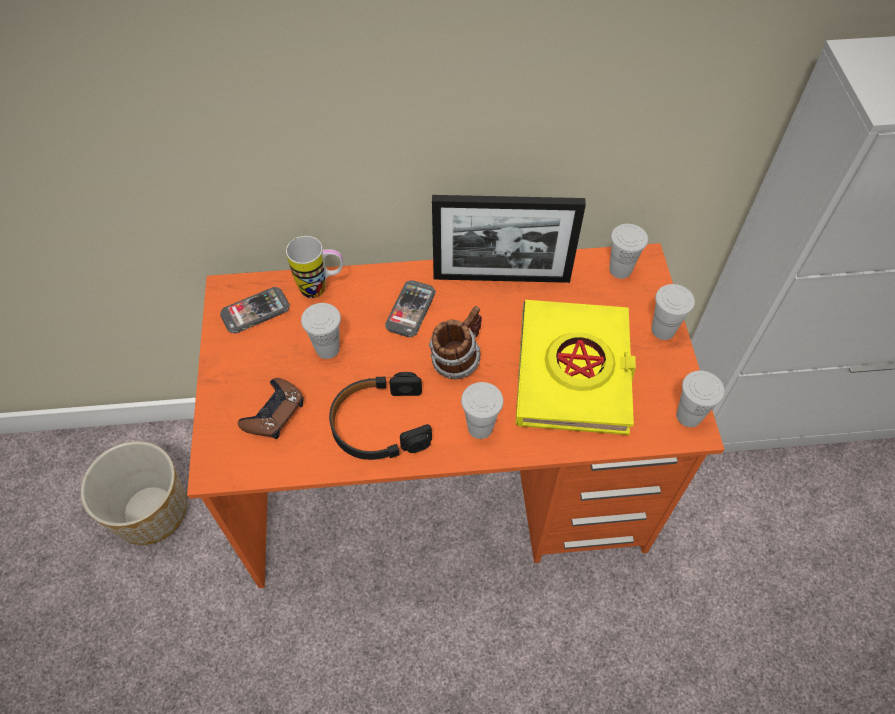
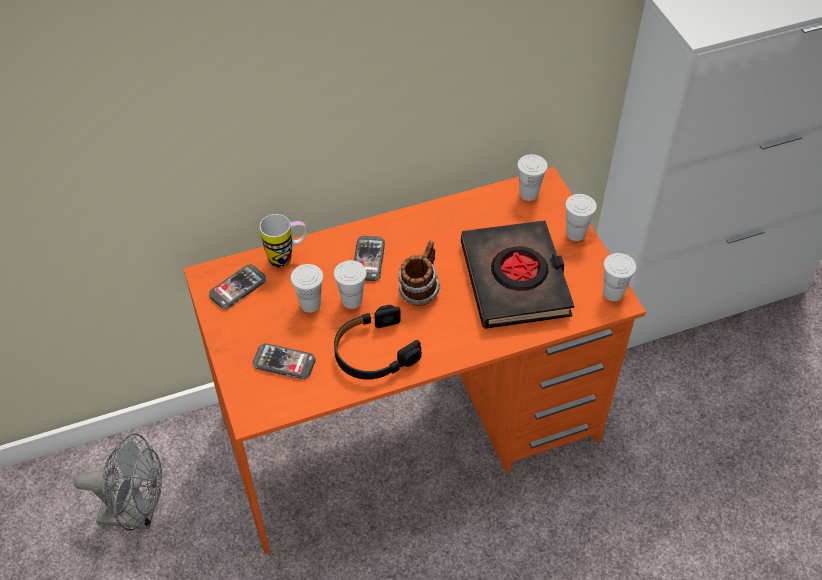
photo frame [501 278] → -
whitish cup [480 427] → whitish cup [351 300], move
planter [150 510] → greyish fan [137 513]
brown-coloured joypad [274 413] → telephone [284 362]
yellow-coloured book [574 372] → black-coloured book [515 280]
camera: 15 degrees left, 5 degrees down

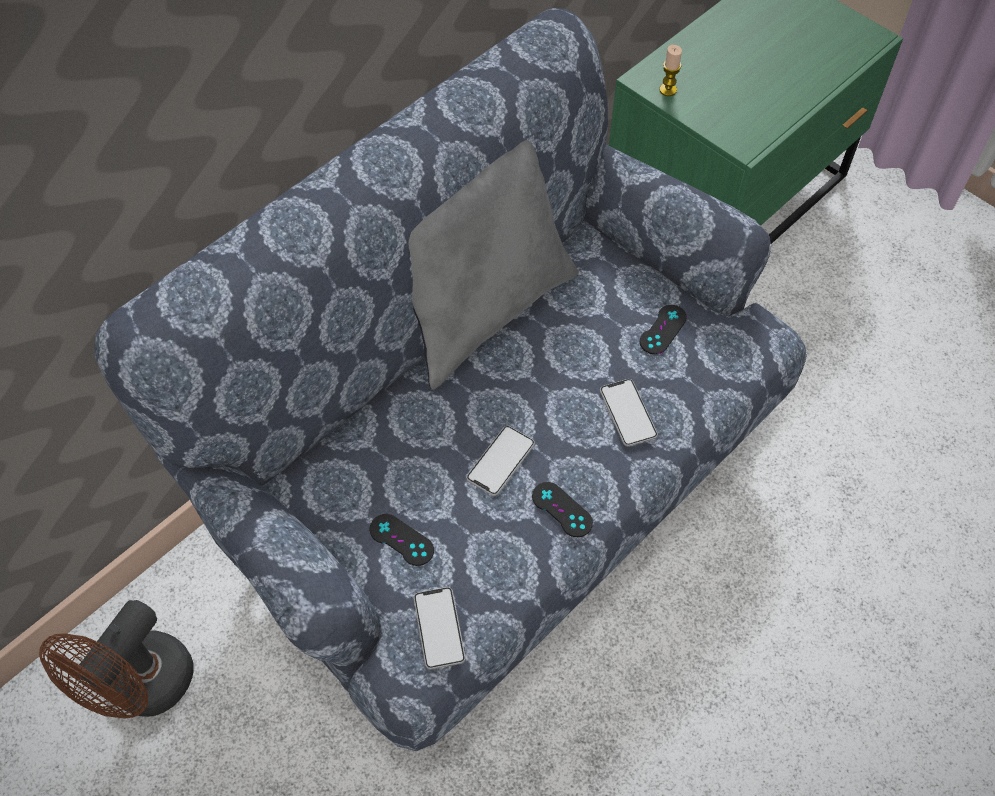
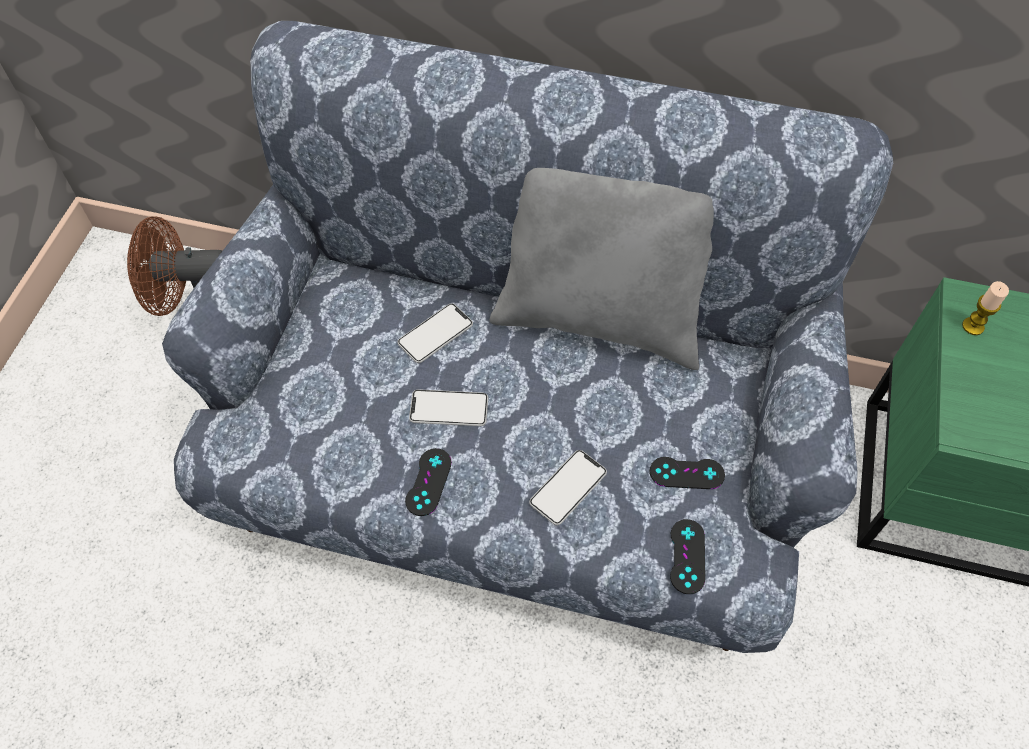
black-coloured joypad [401 540] → black-coloured joypad [687 556], move
telephone [439 628] → telephone [435 334], move
camera: 60 degrees right, 0 degrees up

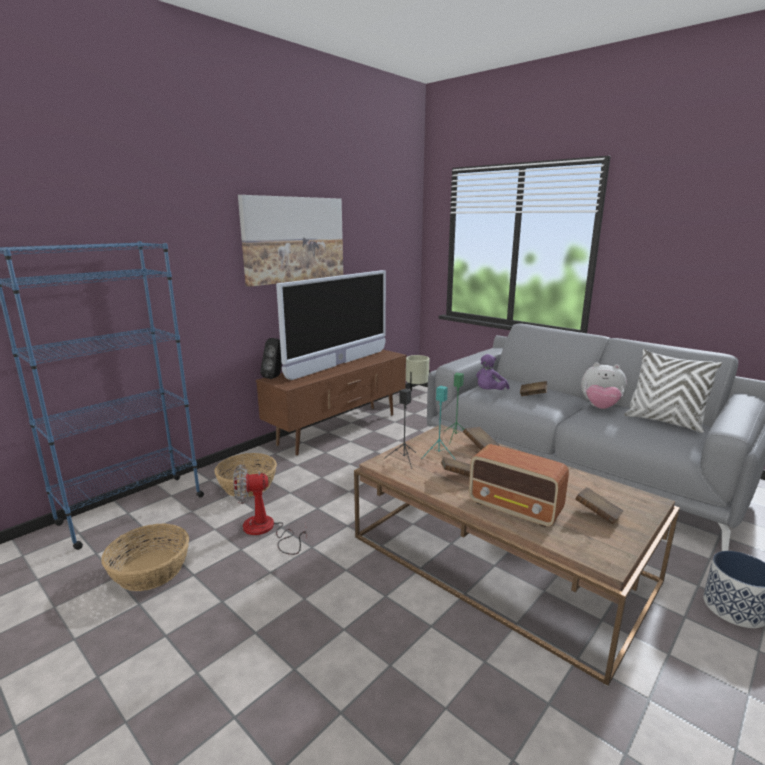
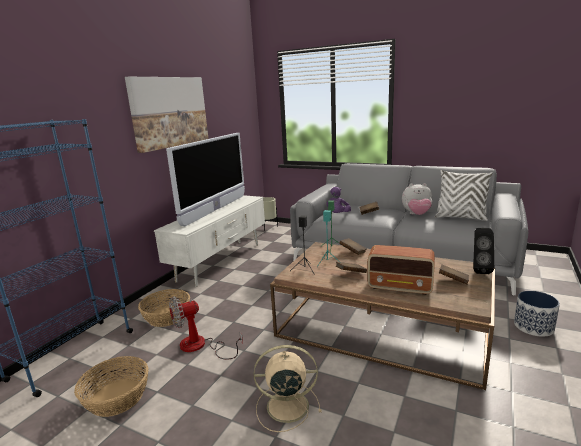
- → beige-coloured fan [285 406]
black-coloured speaker [275 377] → black-coloured speaker [479 270], move
brown-coloured tv stand [339 429] → whitish tv stand [221 262]
camera: 15 degrees left, 0 degrees up

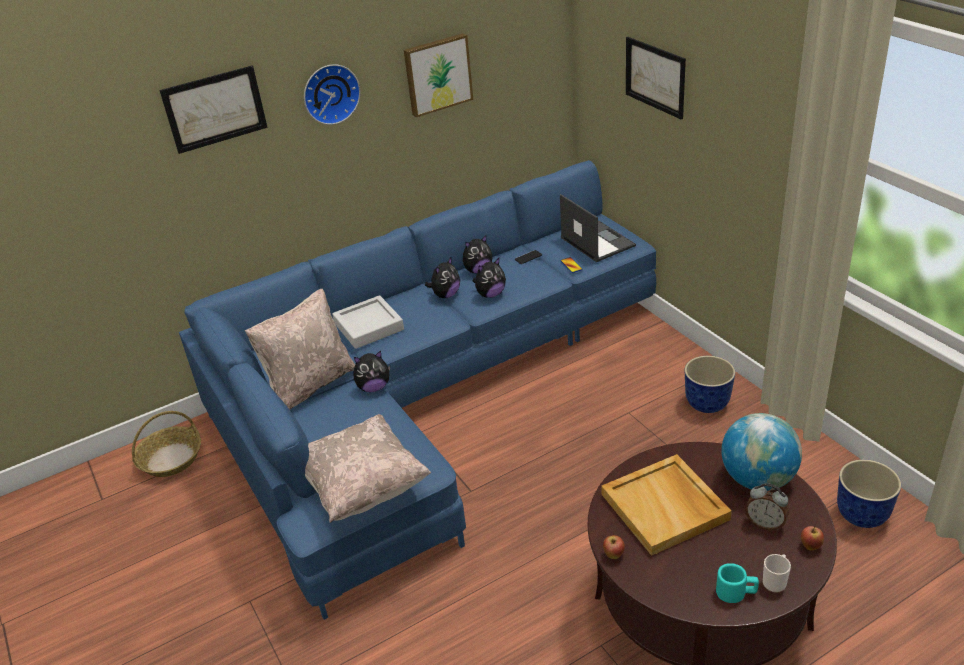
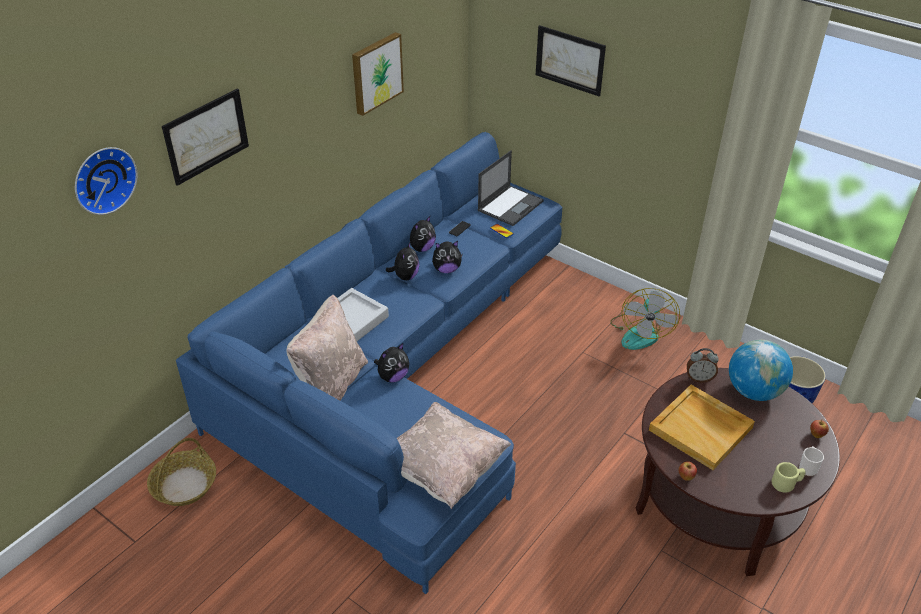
clock on the wall [330 93] → clock on the wall [103 179], move
table clock [765 523] → table clock [699 378], move
planter [708 404] → fan [640 332]
turquoise coffee mug [736 592] → beige-coloured coffee mug [786 483]
cuddly toy [490 294] → cuddly toy [446 269], 45 degrees clockwise
notebook computer [596 241] → notebook computer [510 205], 90 degrees clockwise
camera: 25 degrees left, 5 degrees up

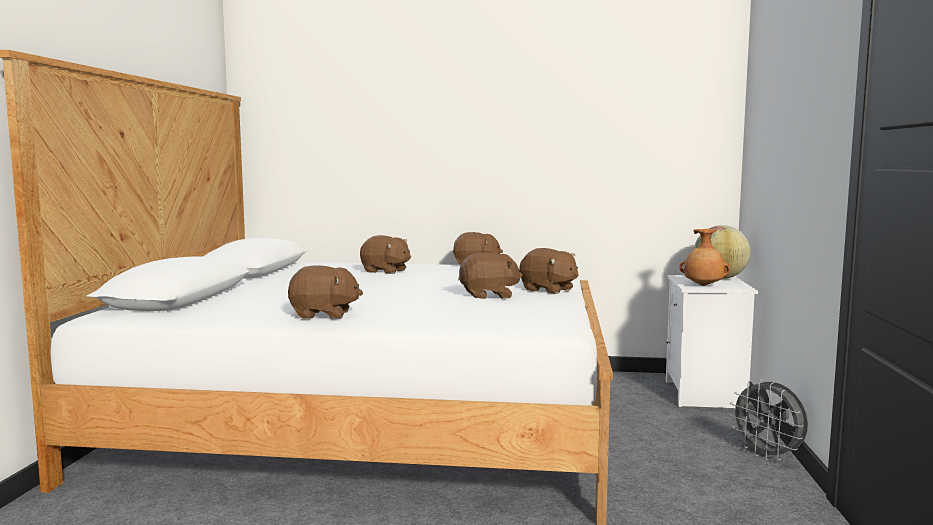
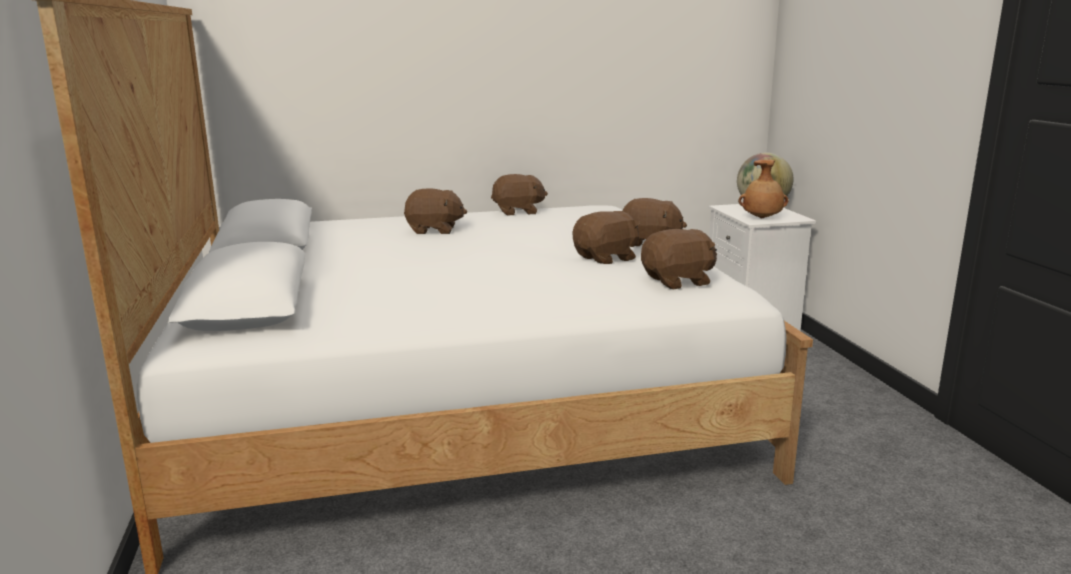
greyish fan [768 456] → -
brown-coloured cuddly toy [324 315] → brown-coloured cuddly toy [678 281], move
camera: 20 degrees left, 10 degrees up

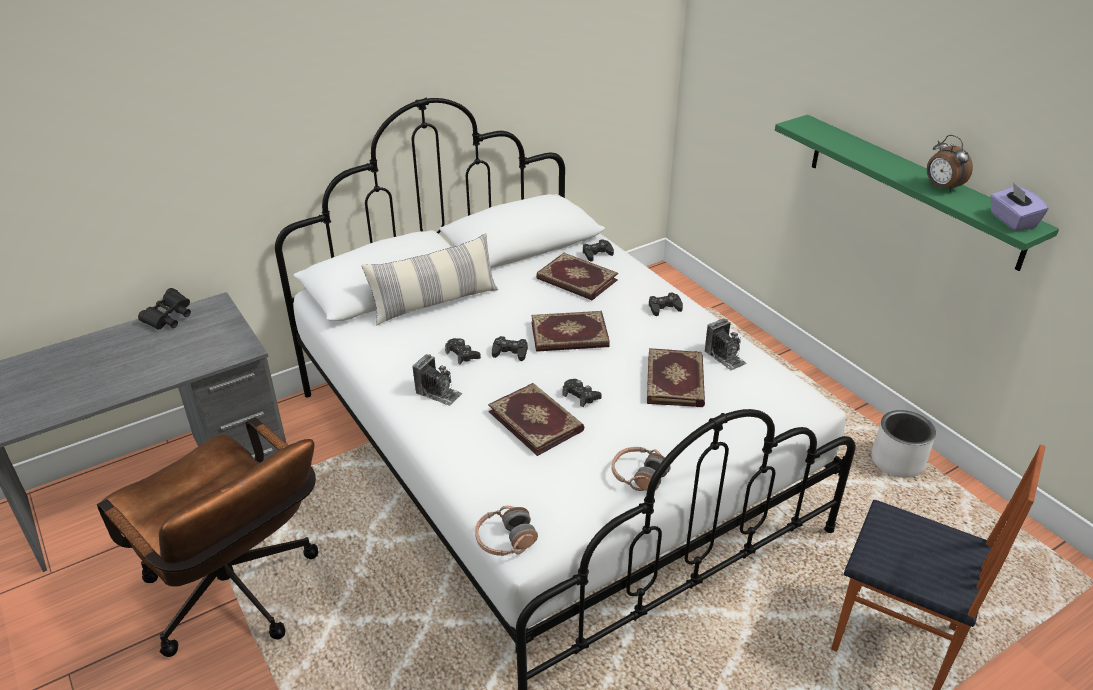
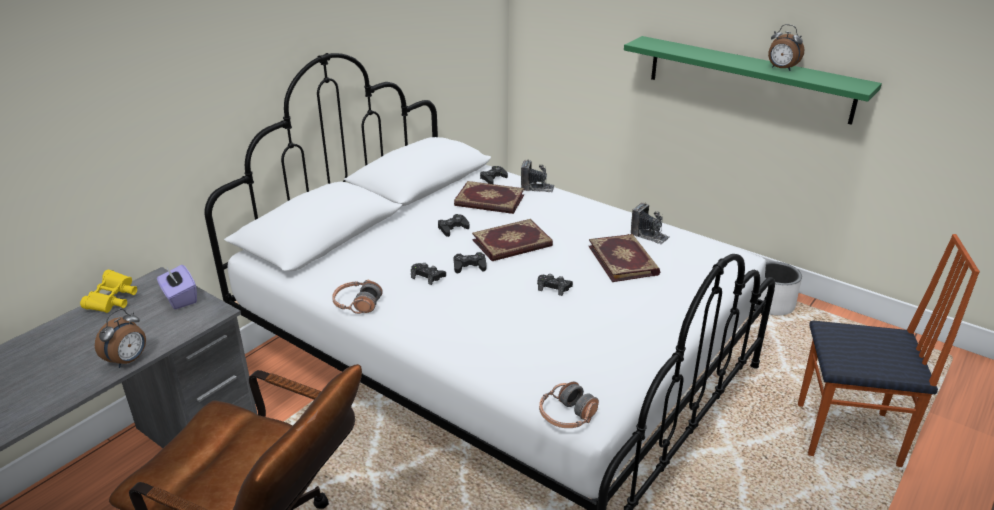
pillow [435 303] → -
book [536 420] → -
- → table clock [128 360]
still camera [438 393] → still camera [537 187], move
headphones [638 475] → headphones [357 304], move
black-coloured joypad [664 308] → black-coloured joypad [452 228], move
purple-coloured tissue box [1011 221] → purple-coloured tissue box [180 298], move
black-coloured pair of binoculars [169 319] → yellow-coloured pair of binoculars [113 301]
camera: 20 degrees left, 5 degrees down

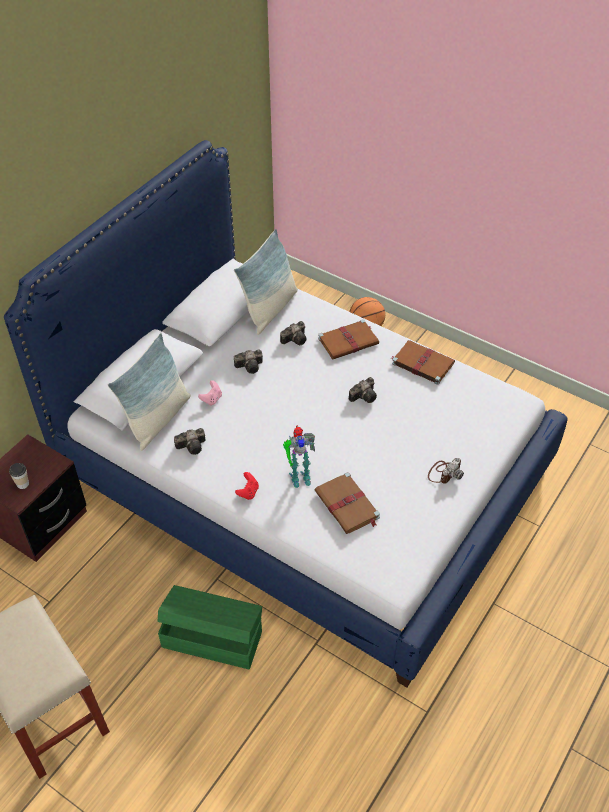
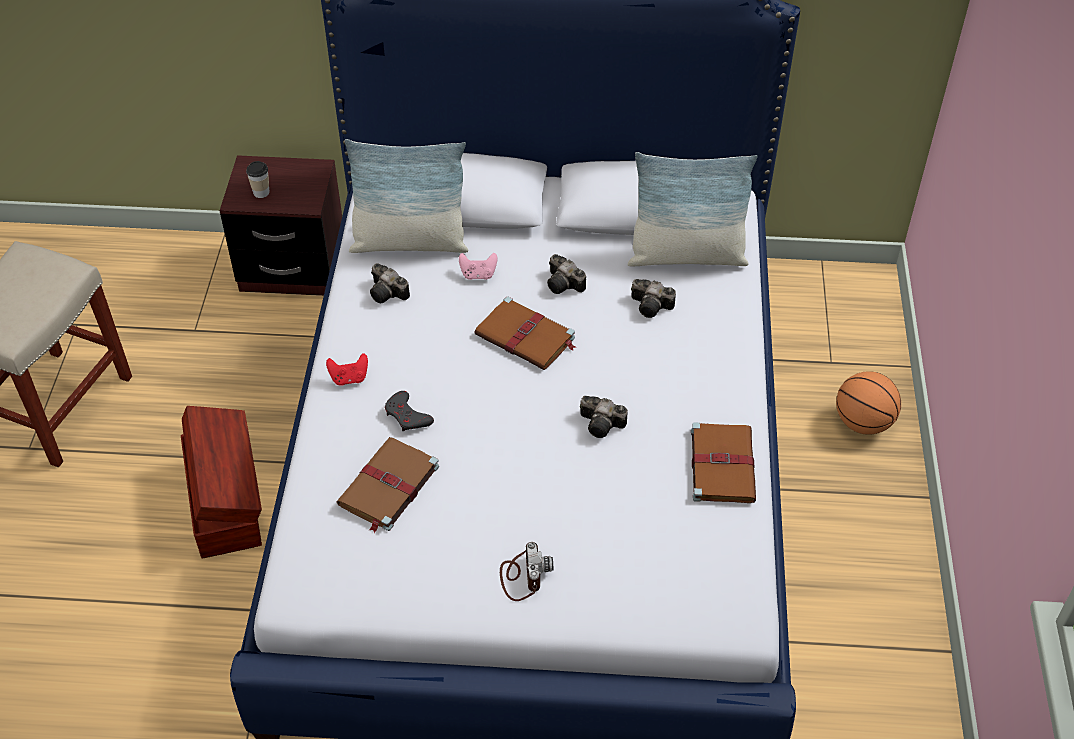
brown-coloured book [349 341] → brown-coloured book [526 337], move
toy robot [299 476] → greyish joypad [407 416]
greenish storage container [211 638] → brown-coloured storage container [226 499]
still camera [444 473] → still camera [523 576], 105 degrees counterclockwise
camera: 60 degrees right, 0 degrees up

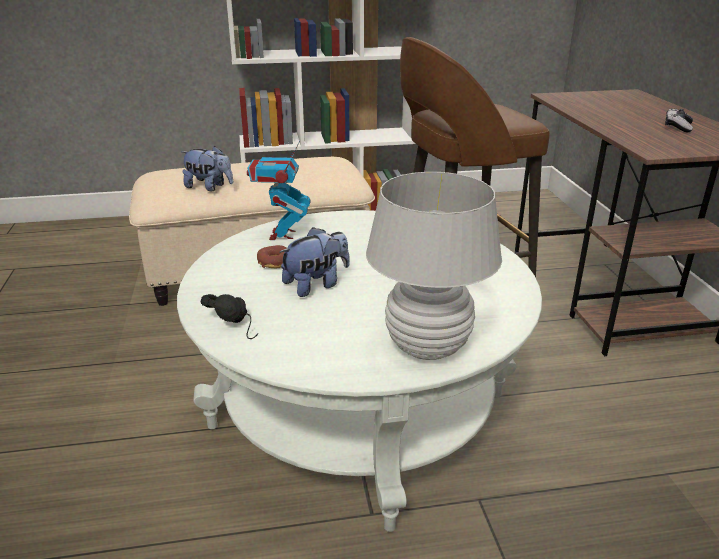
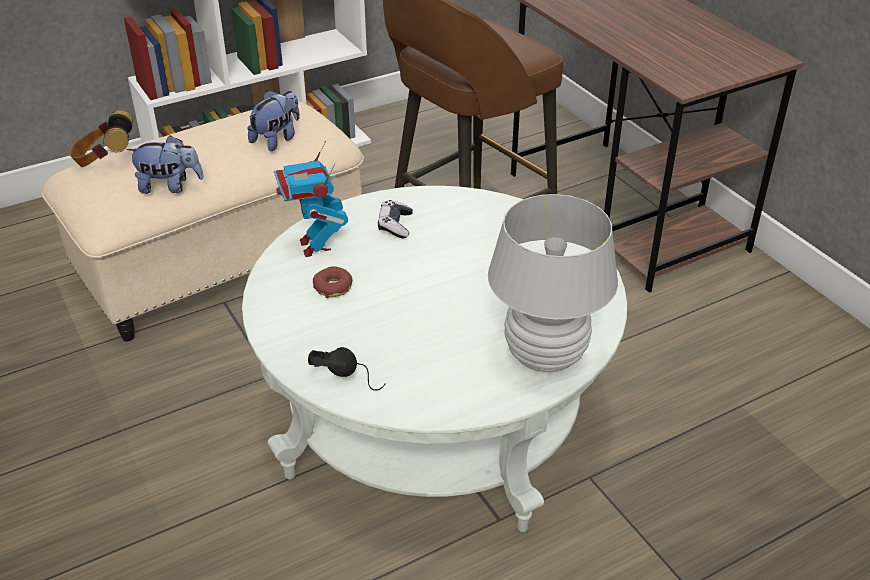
- → headphones [105 161]
cuddly toy [316 285] → cuddly toy [277 139], move
joypad [677 127] → joypad [395 225], move
camera: 20 degrees left, 10 degrees up

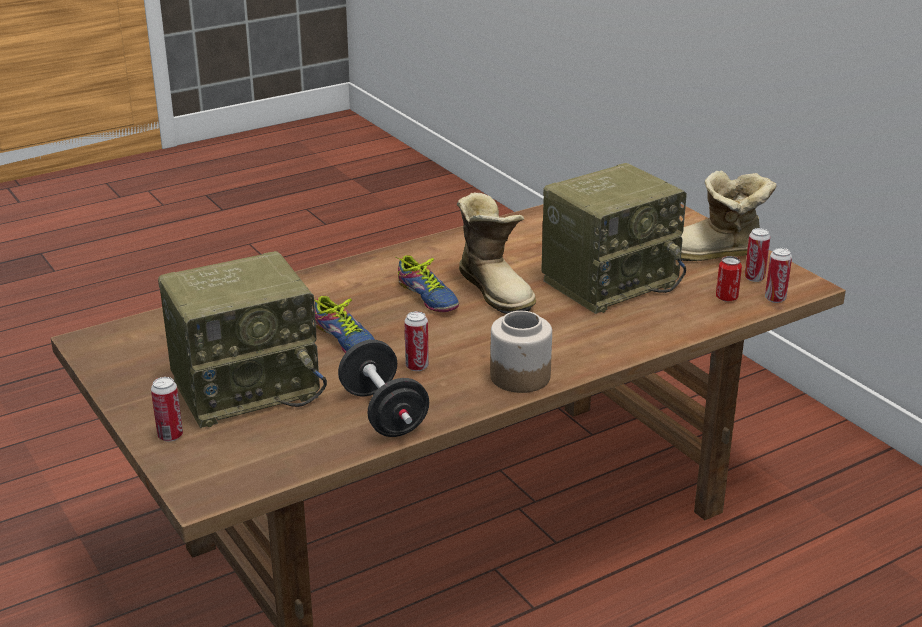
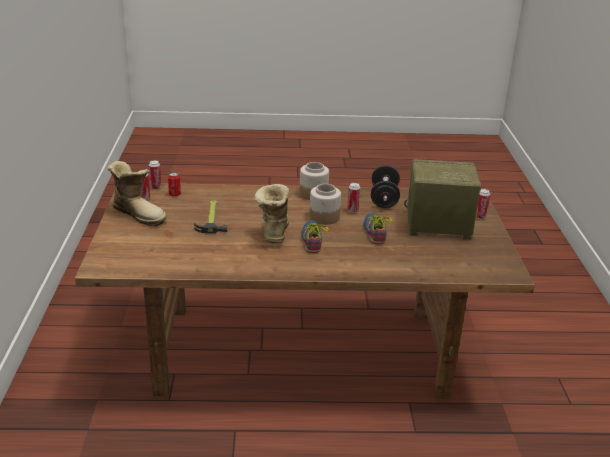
- → jar [324 217]
radio set [610 281] → hand hammer [212 218]
camera: 150 degrees left, 0 degrees up

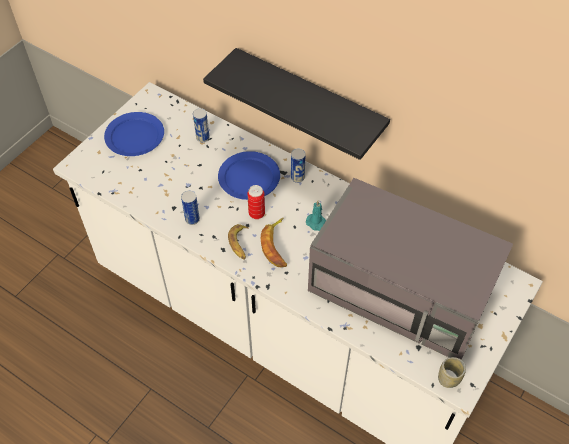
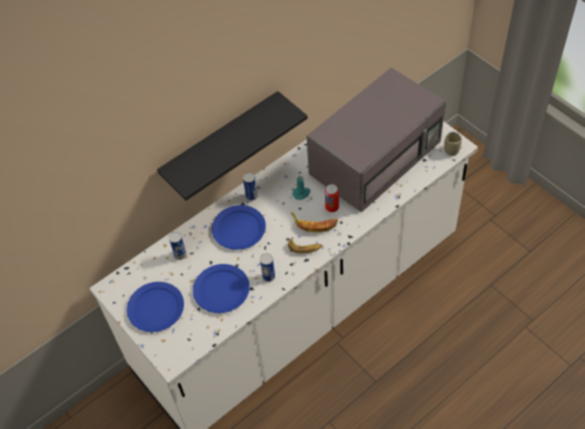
- → blue-coloured flat dish [222 290]
sealed can [256 214] → sealed can [332 207], move
camera: 70 degrees left, 0 degrees up

